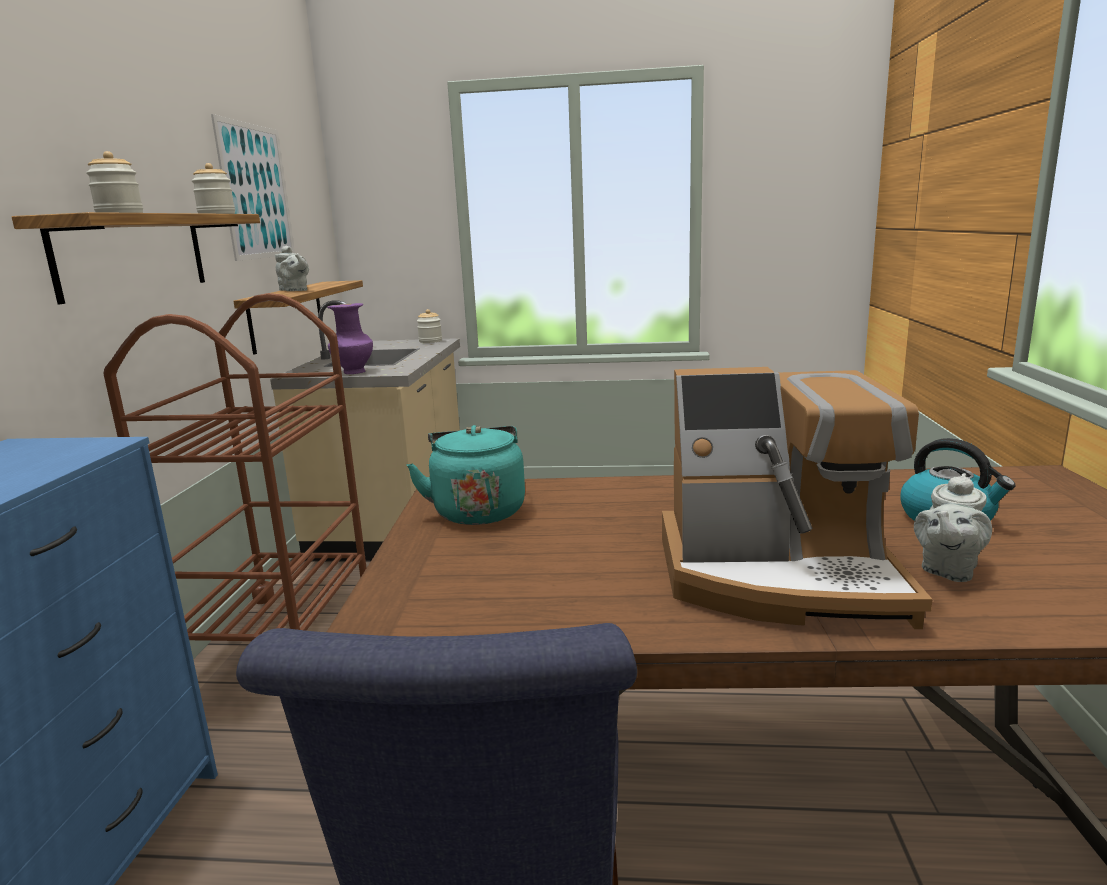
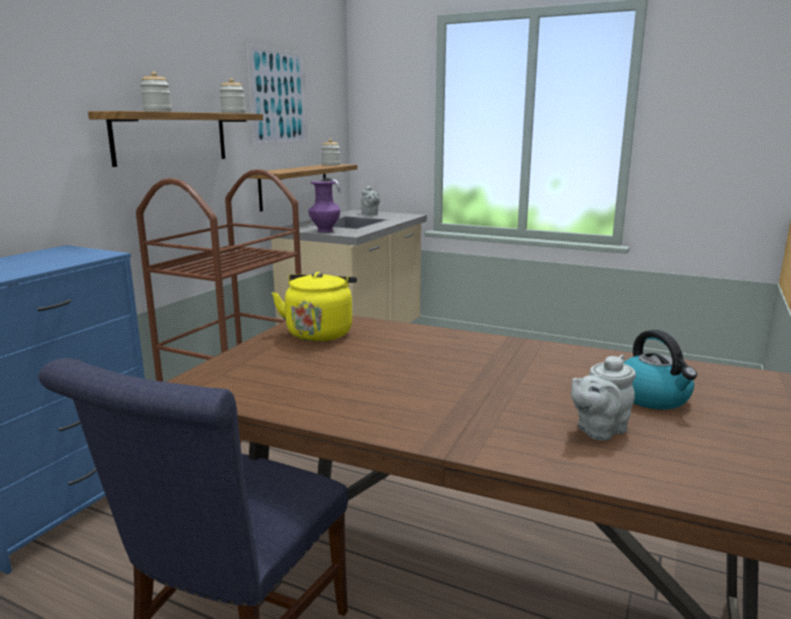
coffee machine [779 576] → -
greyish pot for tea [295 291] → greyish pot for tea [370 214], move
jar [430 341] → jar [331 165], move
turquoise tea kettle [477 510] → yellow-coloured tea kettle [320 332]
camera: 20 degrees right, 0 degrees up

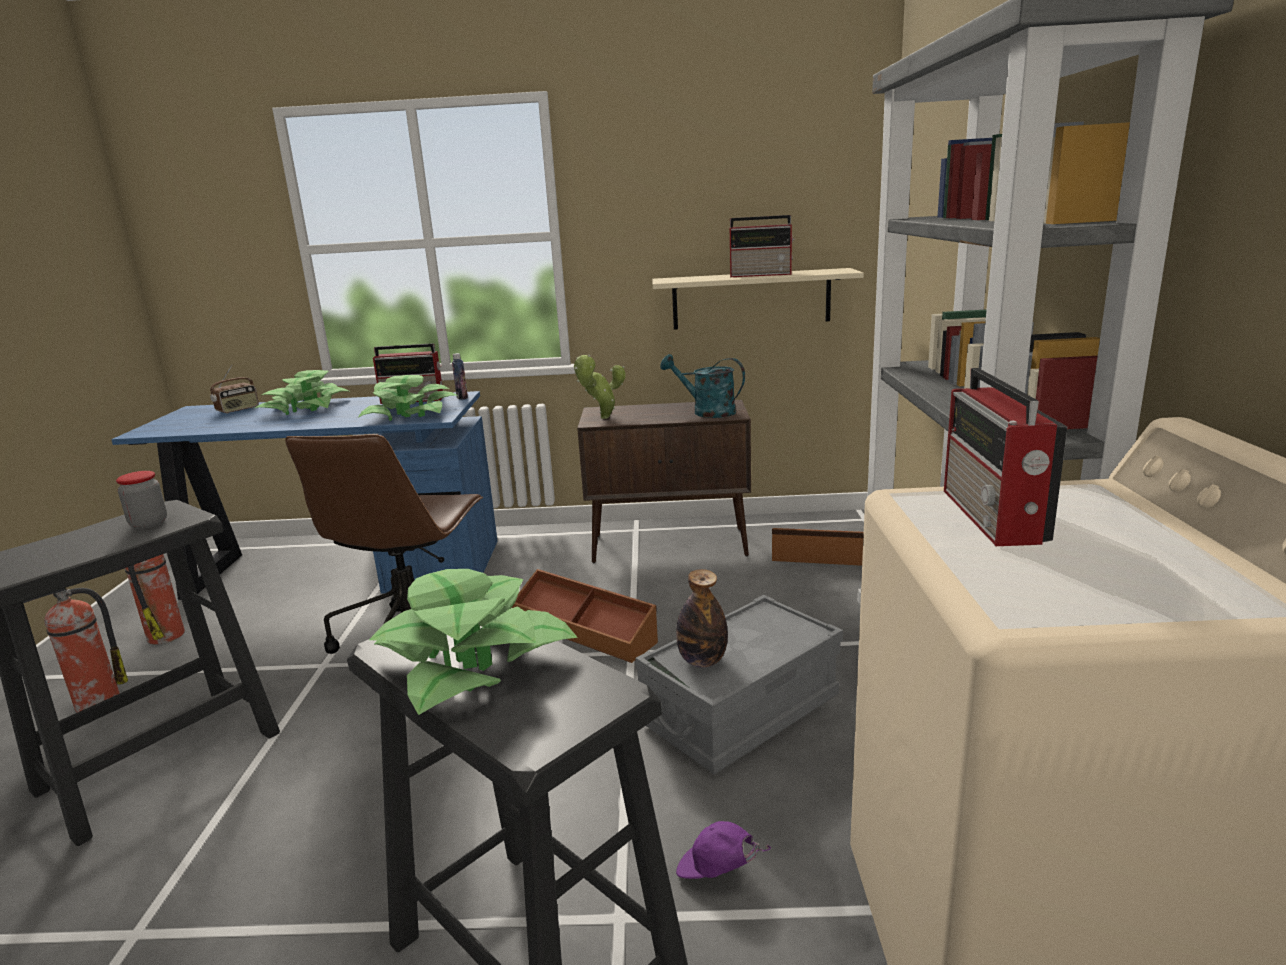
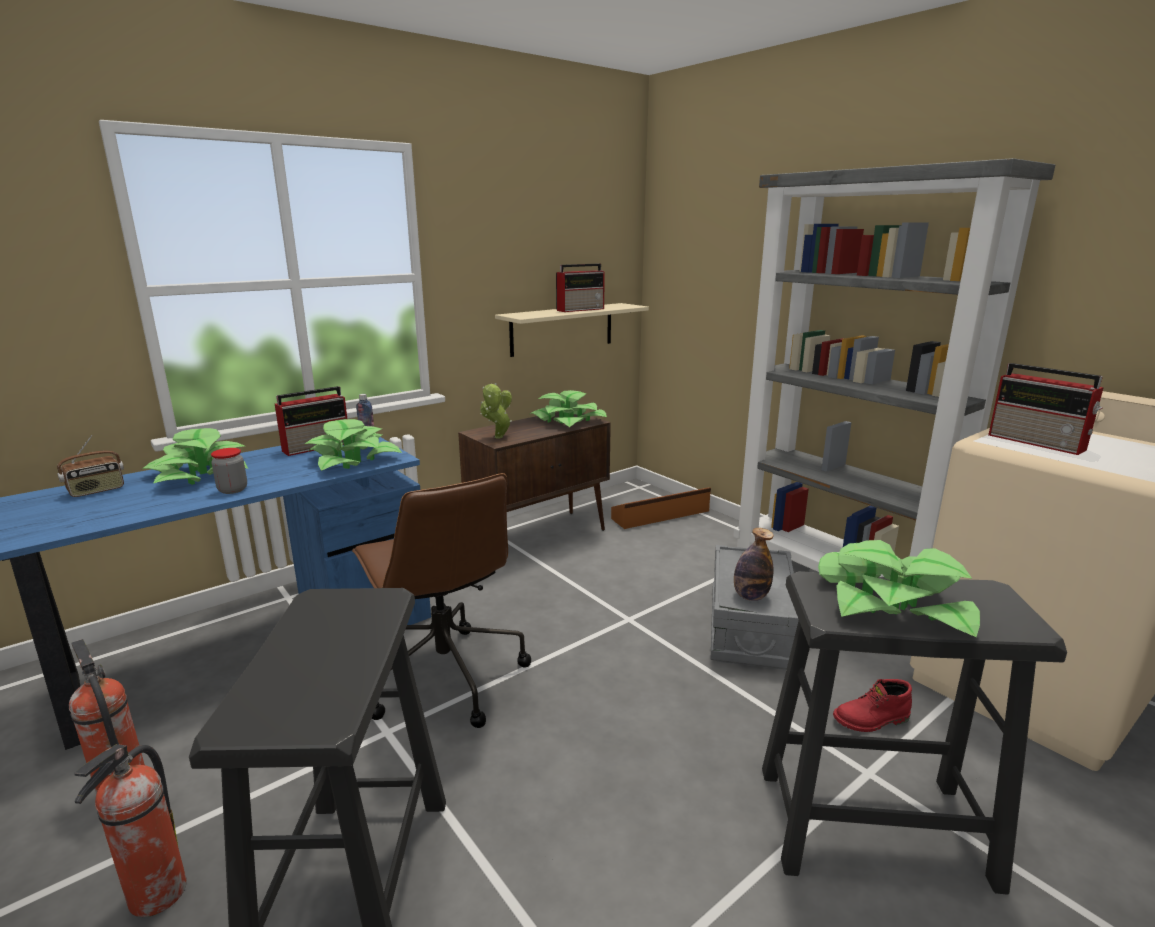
brown-coloured storage container [584 629] → -
jar [149 523] → jar [233 490], move
turquoise watering pot [706 412] → houseplant [568 421]
purple-coloured baseball cap [717 872] → red-coloured tall boot [871 720]
radio set [238 410] → radio set [96 491], 45 degrees clockwise
camera: 40 degrees left, 0 degrees up

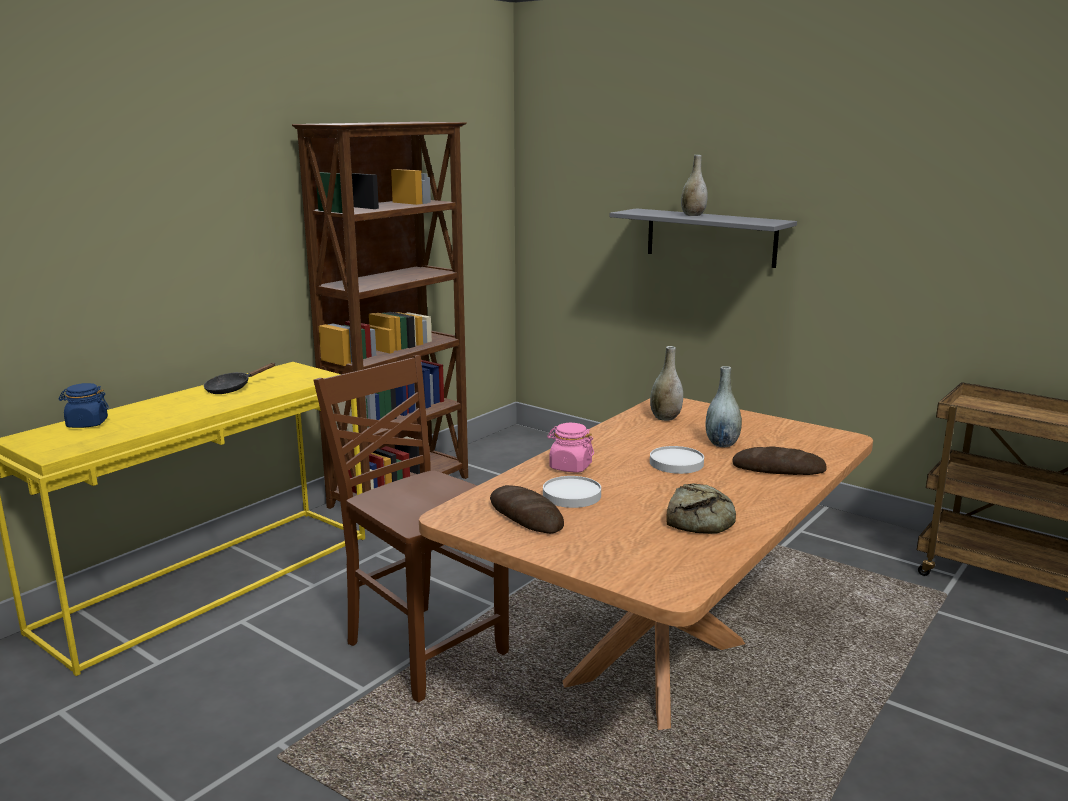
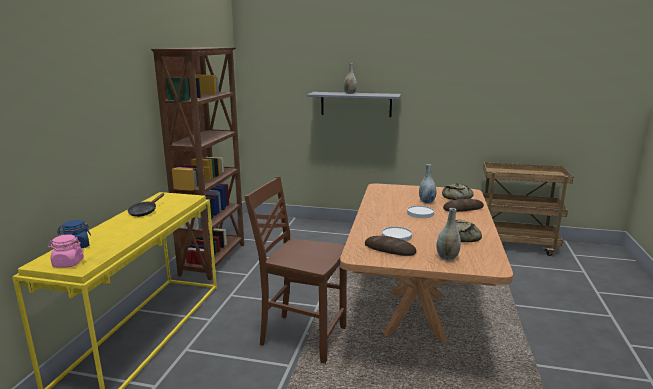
- → baked bread [457 197]
pink-coloured jar [570 467] → pink-coloured jar [68 263], move
greyish flower vase [665 418] → greyish flower vase [447 257], move
camera: 25 degrees left, 0 degrees up

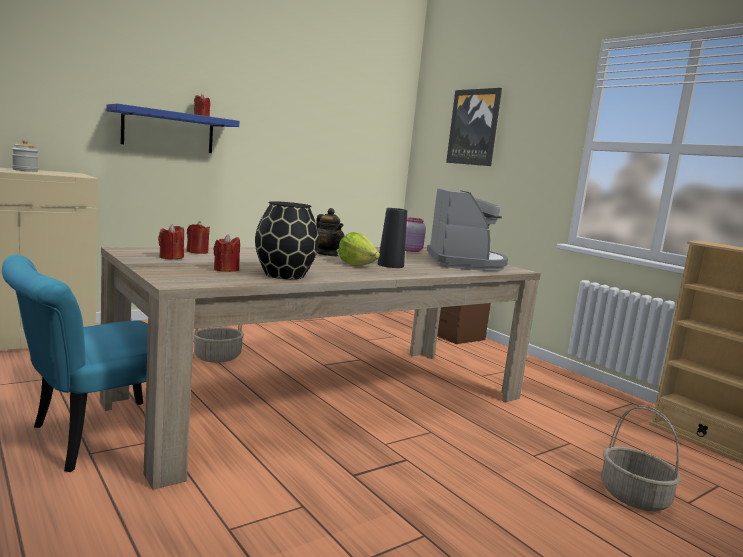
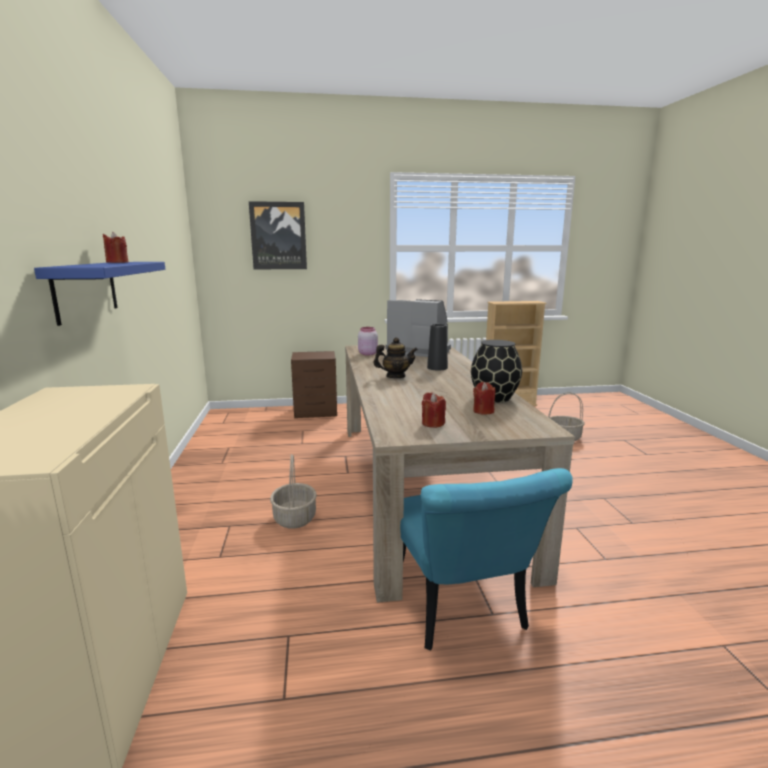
jar [25 170] → -
red-coloured candle [197 252] → -
lettuce [356 265] → -
camera: 60 degrees left, 5 degrees up

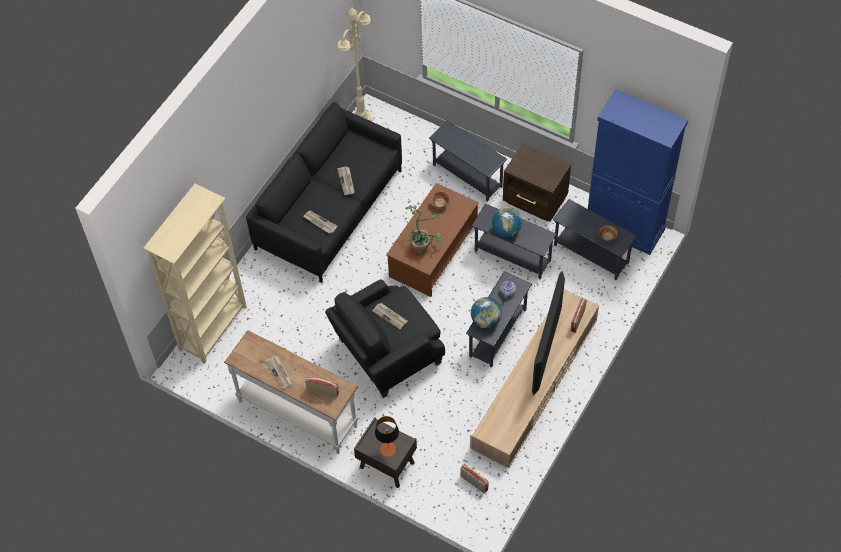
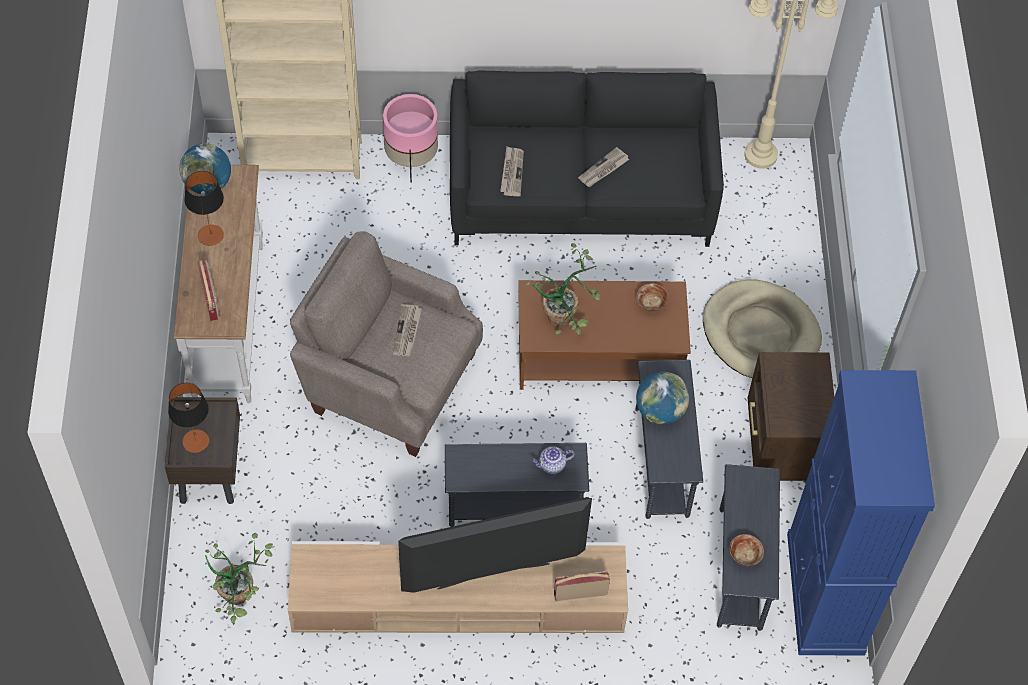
- → pink-coloured planter [411 160]
world globe [486 320] → world globe [208 184], move
daily paper [280 373] → lamp for a table [210 235]
greyish end table [467 176] → beige-coloured dog cushion [760 333]
radio set [474 483] → houseplant [242 598]
black-coloured armchair [386 353] → beige-coloured armchair [390 381]
camera: 55 degrees right, 0 degrees up

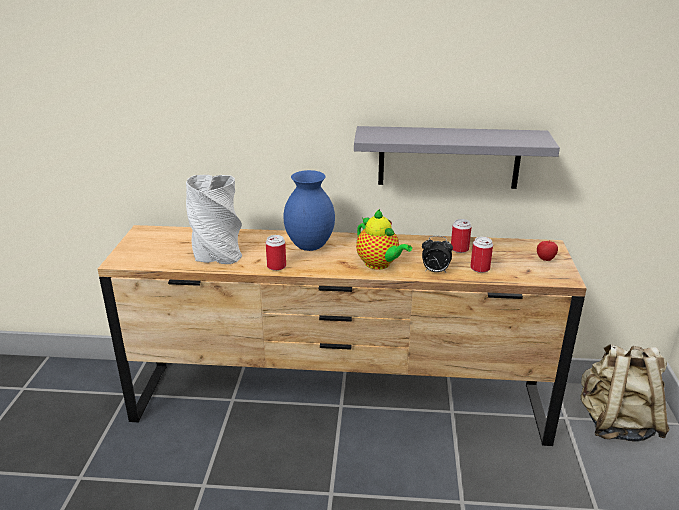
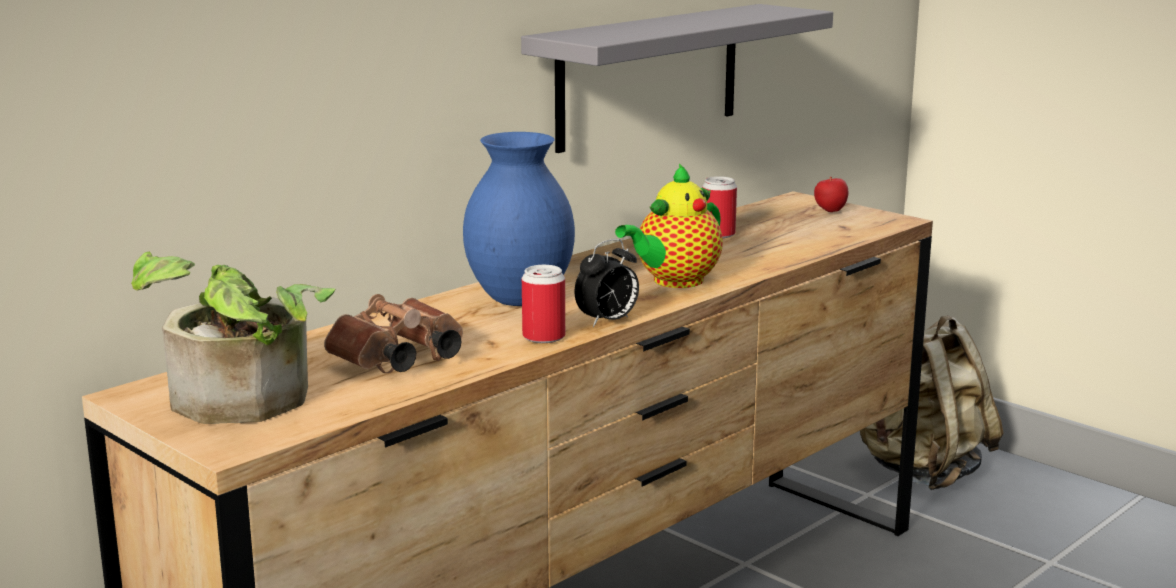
sealed can [480 268] → -
- → houseplant [240 406]
table clock [435 271] → table clock [607 322], move
greyish flower vase [217 253] → brown-coloured pair of binoculars [396 362]
pot for tea [379 264] → pot for tea [674 282], 135 degrees clockwise
camera: 50 degrees left, 10 degrees down

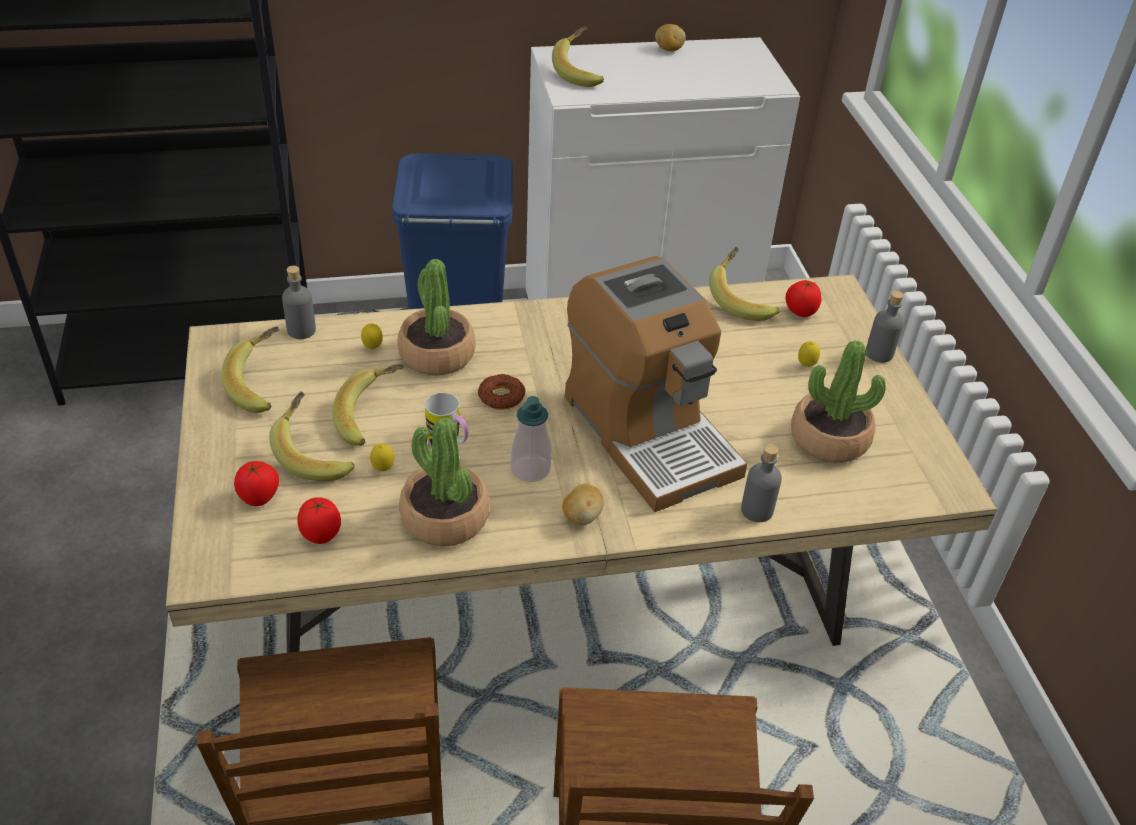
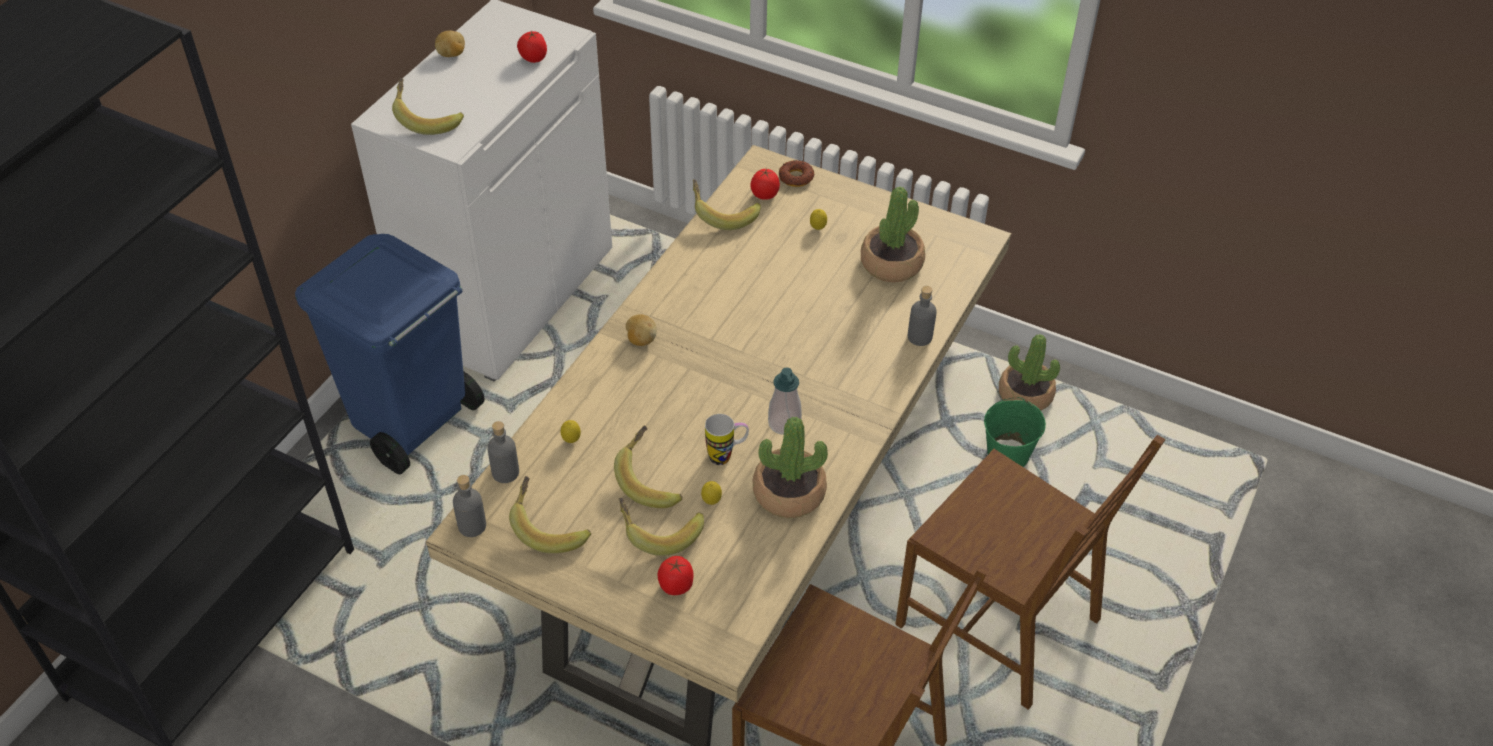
coffee machine [648 433] → -
- → greenish pail [1008 455]
fresh tomato [321 534] → fresh tomato [533 59], move
houseplant [436 354] → houseplant [1025 395], move
doughnut [501 397] → doughnut [795 177], move
spud [582 516] → spud [641 340], move
greyish beverage bottle [879 354] → greyish beverage bottle [472 526], move
camera: 50 degrees left, 5 degrees up

